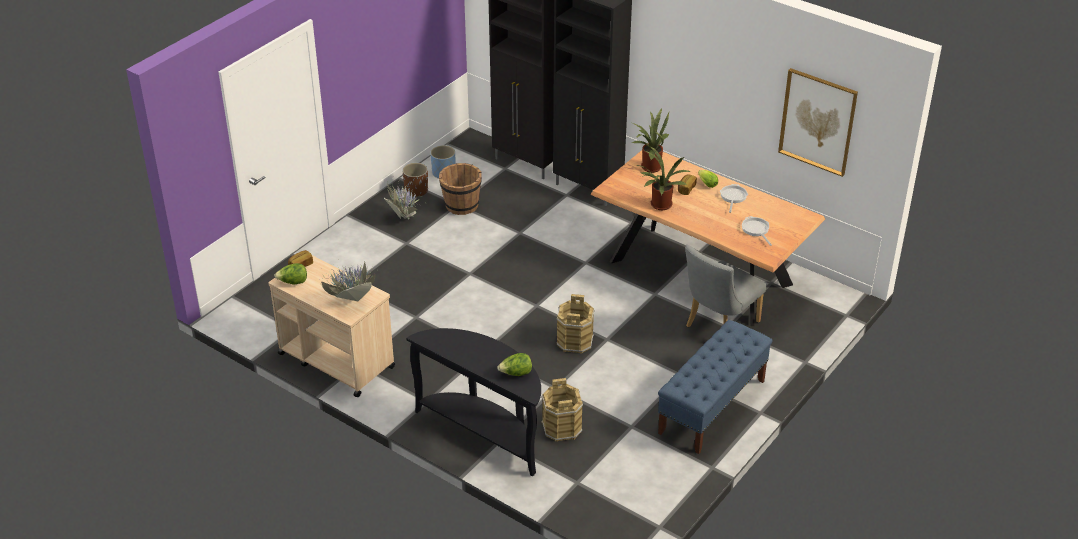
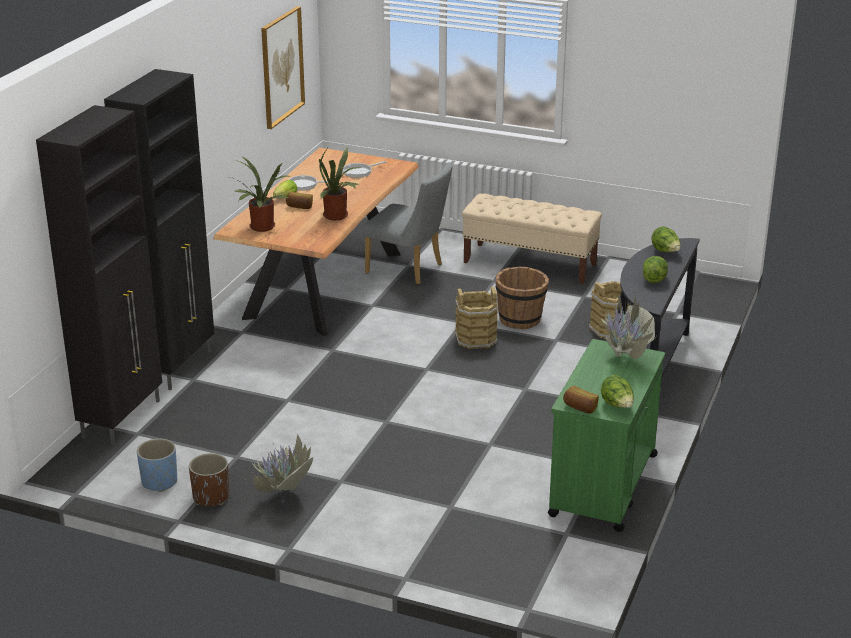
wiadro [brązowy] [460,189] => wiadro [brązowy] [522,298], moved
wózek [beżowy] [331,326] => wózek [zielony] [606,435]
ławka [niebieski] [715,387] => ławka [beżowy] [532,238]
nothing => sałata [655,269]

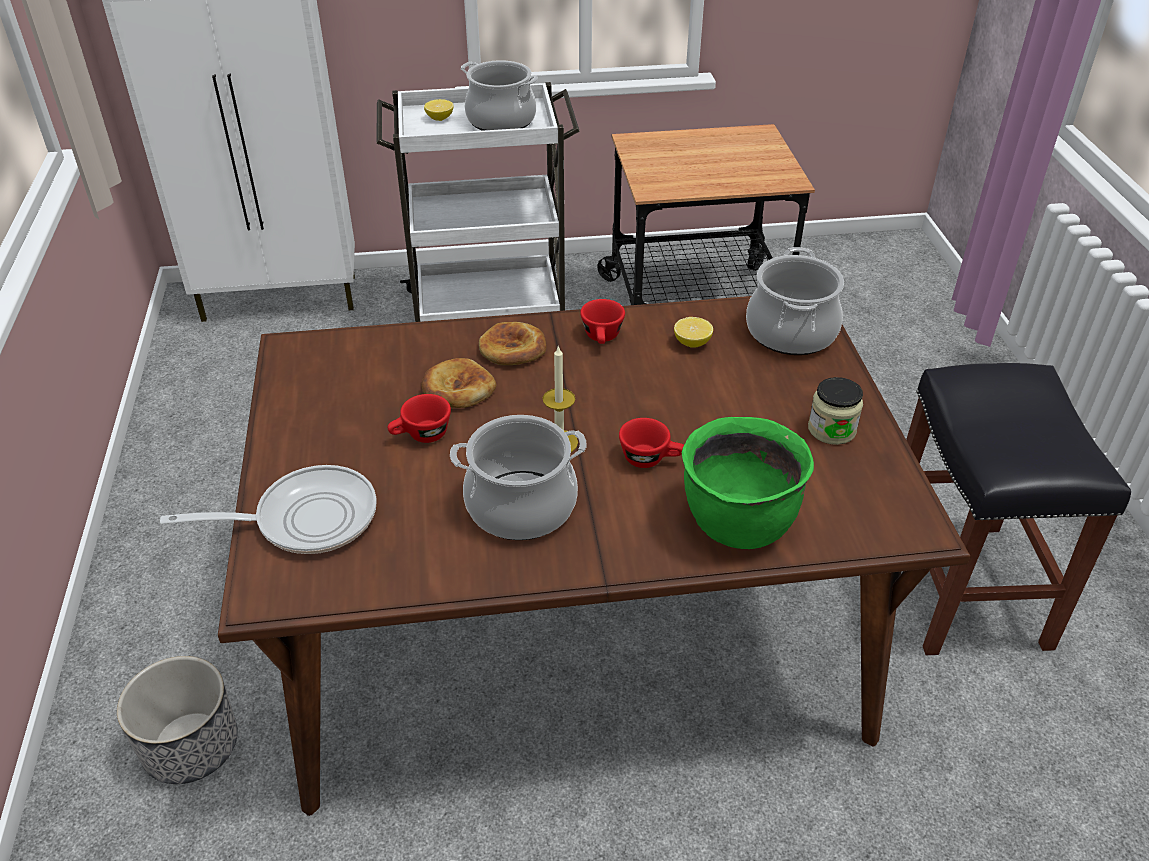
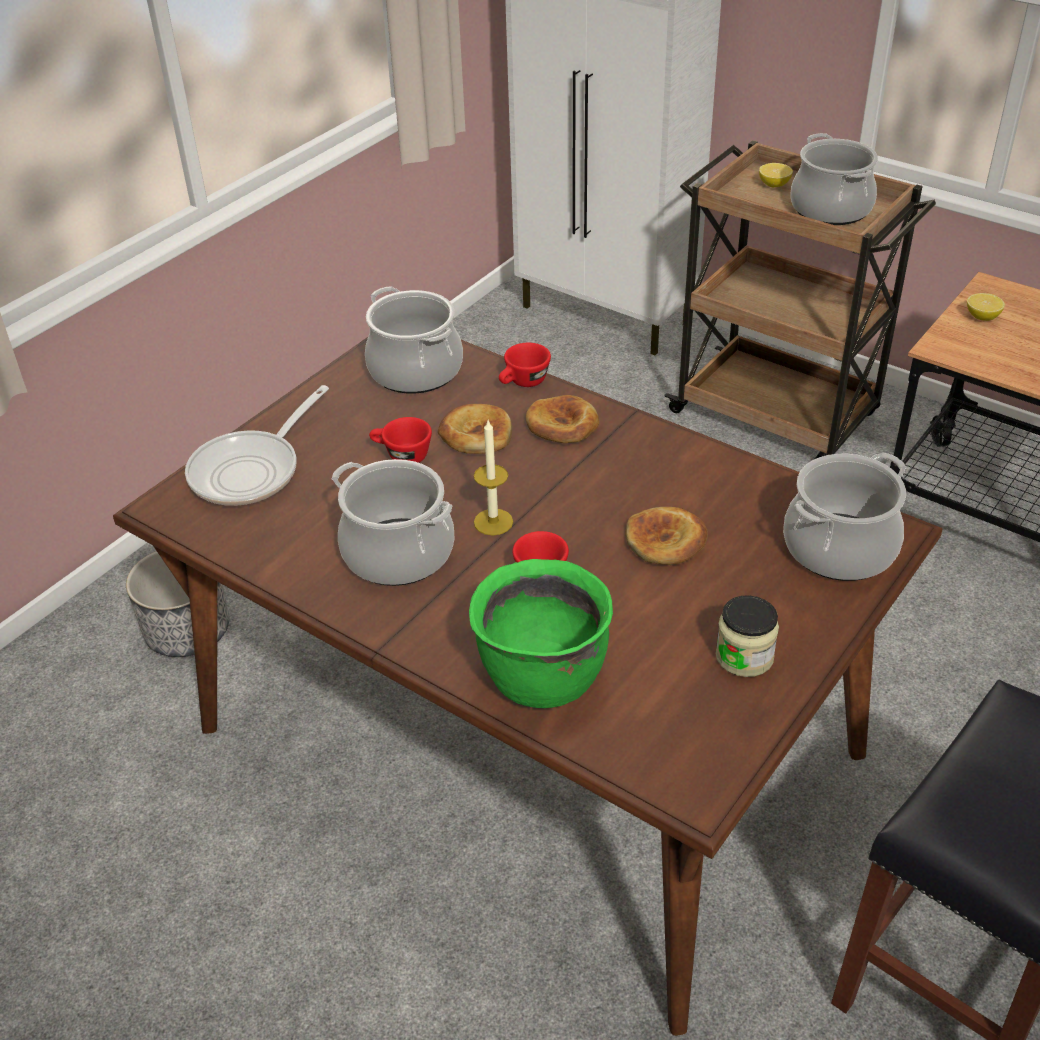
wózek [biały] [478,202] => wózek [brązowy] [800,299]
filiżanka [czerwony] [602,321] => filiżanka [czerwony] [525,365], moved
cytryna [693,332] => cytryna [986,307], moved
patelnia [268,509] => patelnia [257,445], 90 degrees clockwise
nothing => garnek [414,340]
nothing => chleb [666,536]

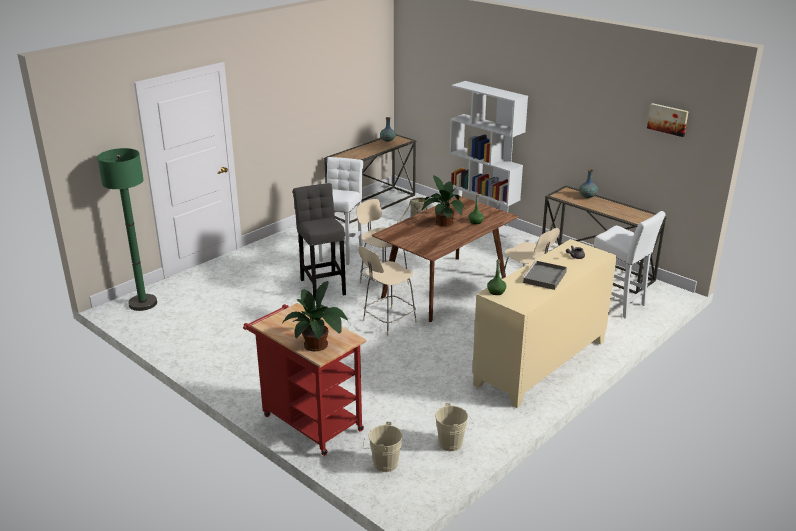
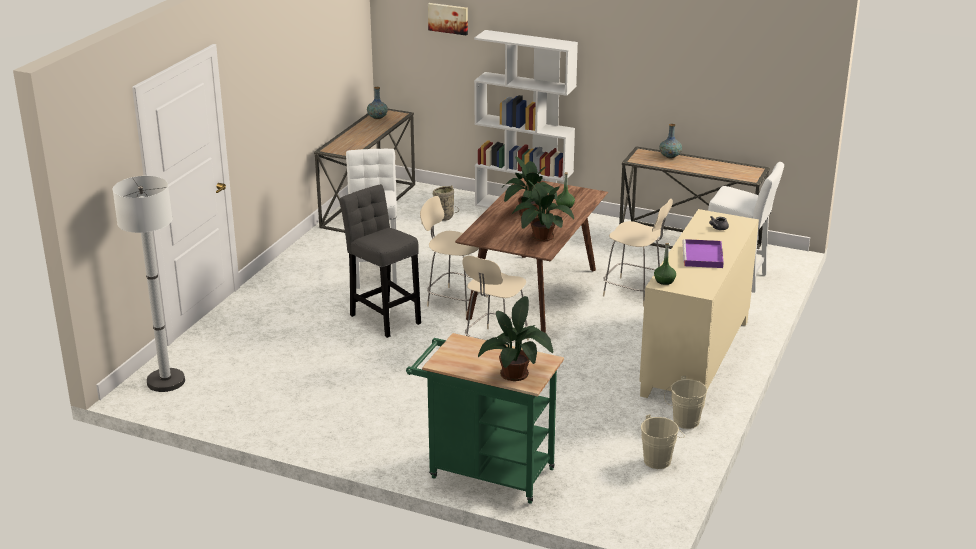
obraz [668,120] => obraz [448,19], moved
lampa stojąca [zielony] [127,229] => lampa stojąca [biały] [149,284]
taca [szary] [544,275] => taca [fioletowy] [703,253]
wózek [czerwony] [304,379] => wózek [zielony] [485,418]
wiadro [beżowy] [383,446] => wiadro [beżowy] [686,402], moved
nothing => roślina doniczkowa [543,211]

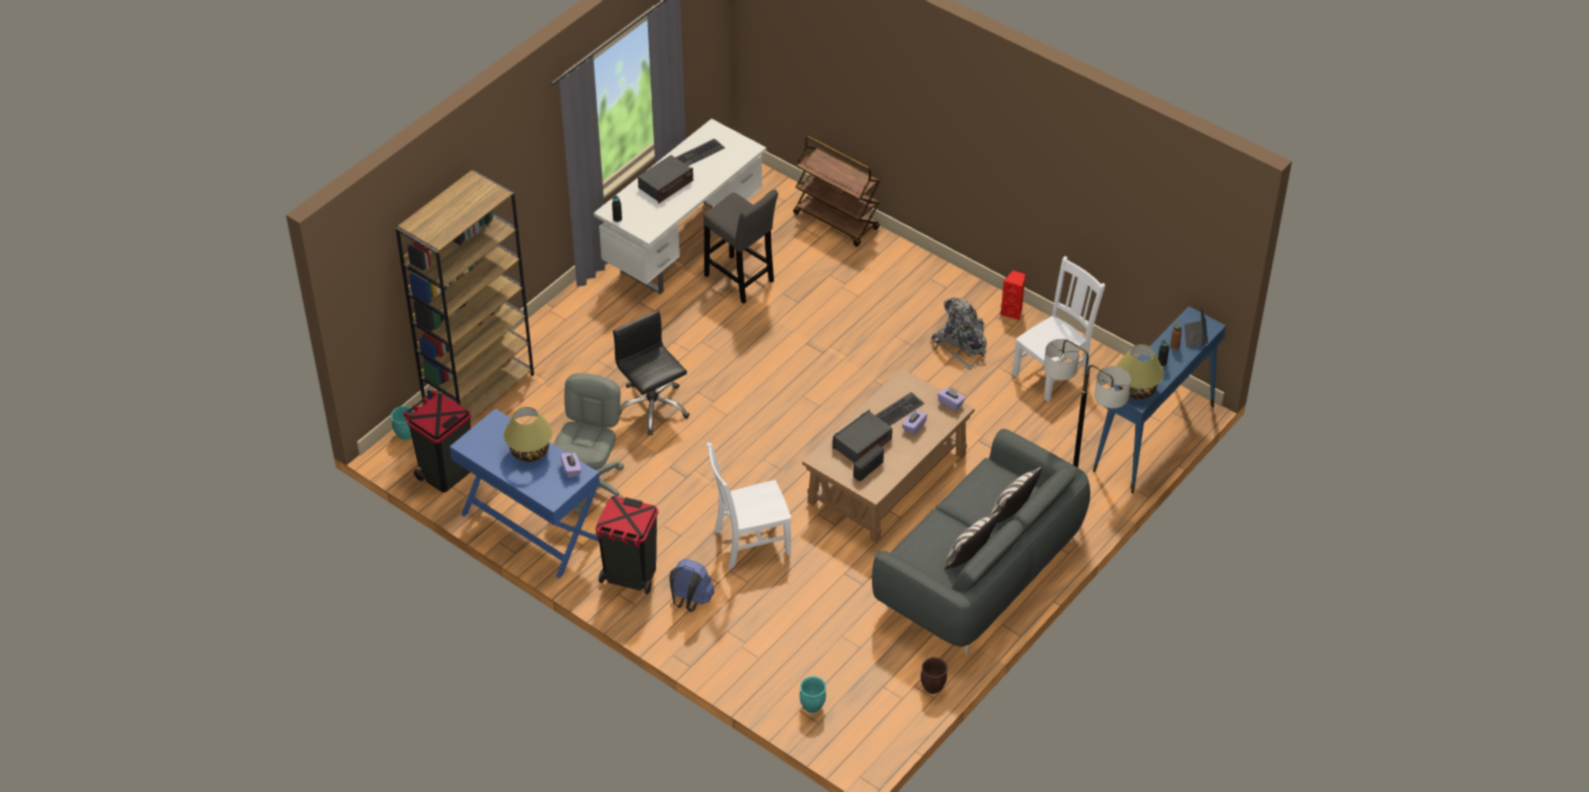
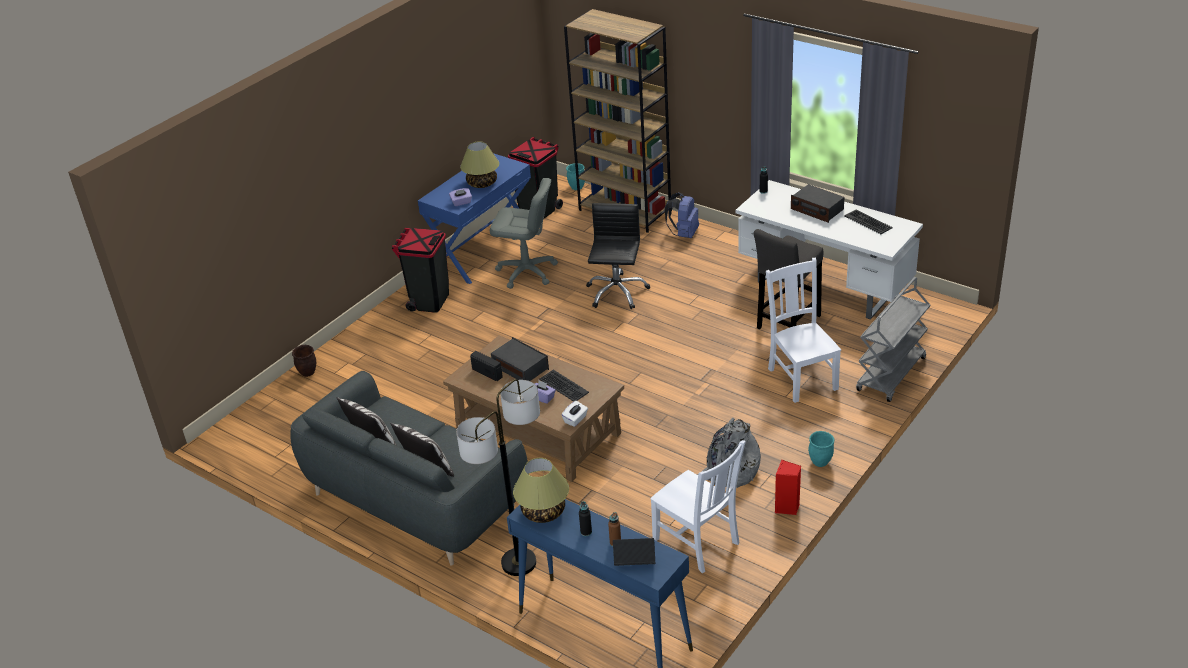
wózek [brązowy] [836,191] => wózek [szary] [893,339]
krzesło biurowe [czarny] [651,373] => krzesło biurowe [czarny] [618,256], 45 degrees counterclockwise
pudełko chusteczek [fioletowy] [951,399] => pudełko chusteczek [biały] [575,414]
krzesło [biały] [749,506] => krzesło [biały] [803,330], moved
plecak [niebieski] [691,585] => plecak [niebieski] [682,215], moved
donica [brązowy] [934,675] => donica [brązowy] [304,361], moved
donica [turkusowy] [813,694] => donica [turkusowy] [821,449], moved

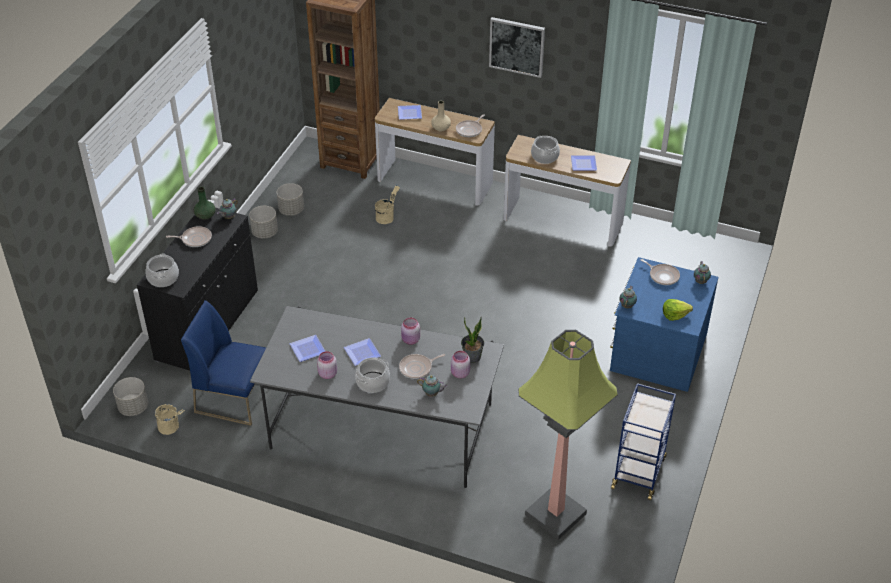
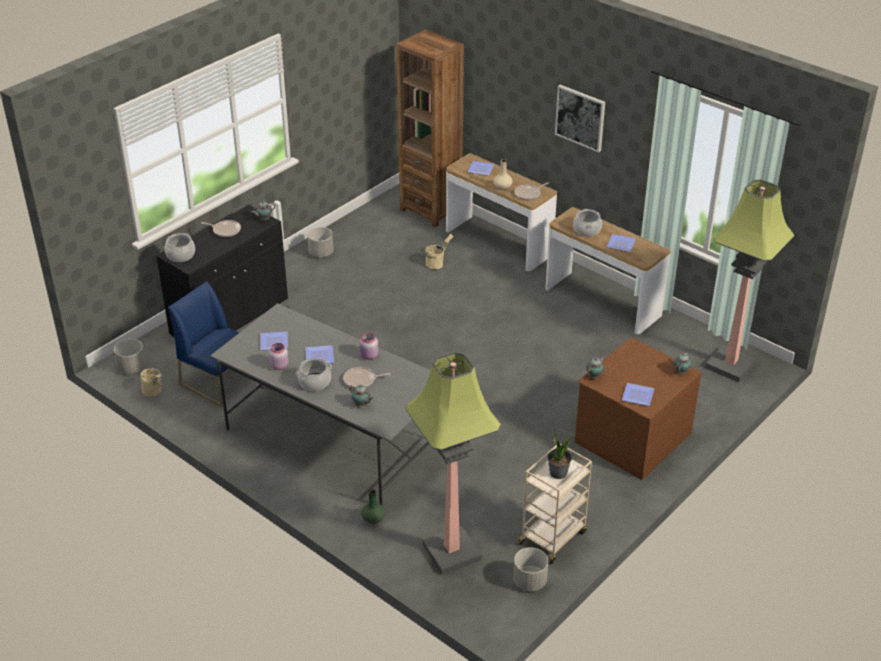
donica [szary] [290,199] => donica [szary] [530,569], moved
wazon [zielony] [204,203] => wazon [zielony] [373,506], moved
komoda [niebieski] [664,324] => komoda [brązowy] [638,408]
patelnia [660,272] => nothing
sałata [678,310] => talerz [638,394]
roślina doniczkowa [472,340] => roślina doniczkowa [559,453], moved
słoik [różowy] [460,364] => nothing
wózek [niebieski] [643,441] => wózek [beżowy] [554,503]
nothing => lampa stojąca [749,280]

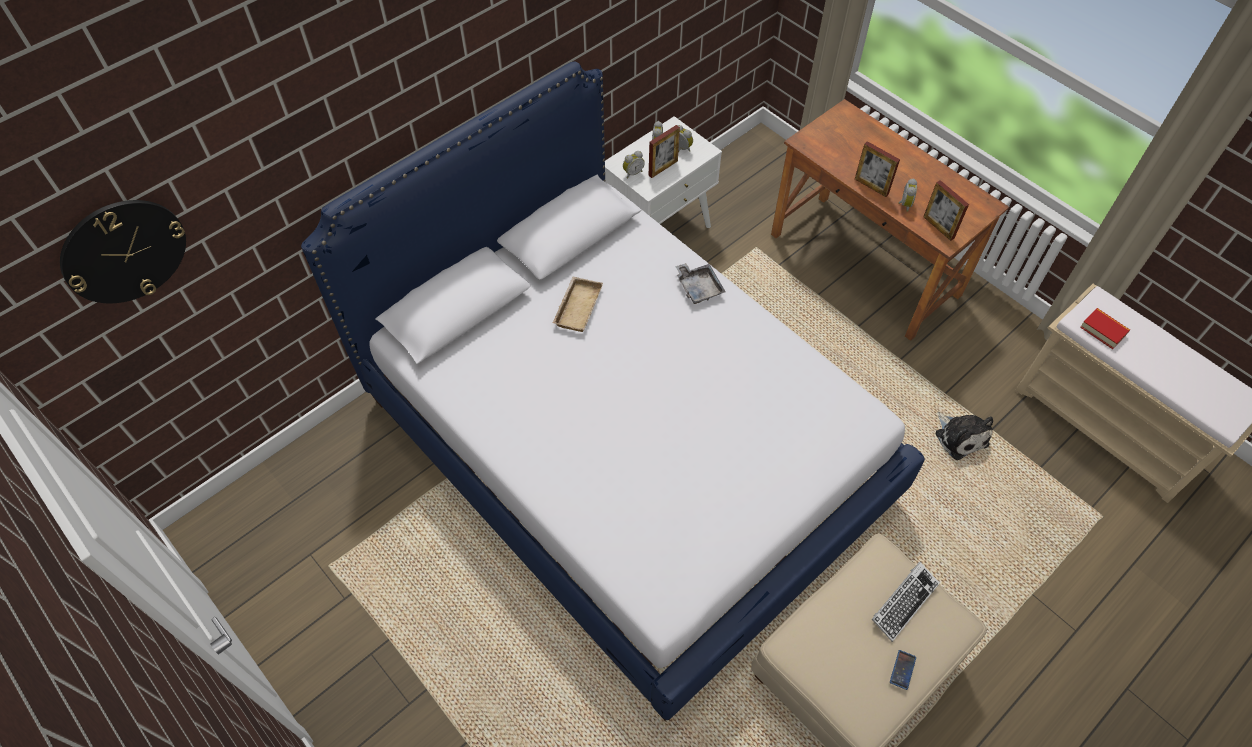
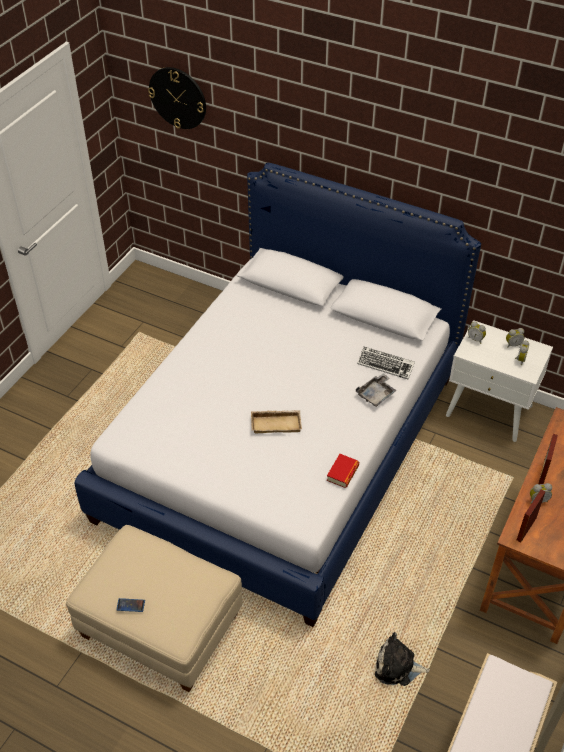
ramka na zdjęcie [664,151] => nothing
taca [beżowy] [578,304] => taca [beżowy] [276,421], moved
książka [1105,328] => książka [343,471], moved
pluszak [964,436] => pluszak [402,659], 60 degrees clockwise
klawiatura [906,602] => klawiatura [386,363], moved

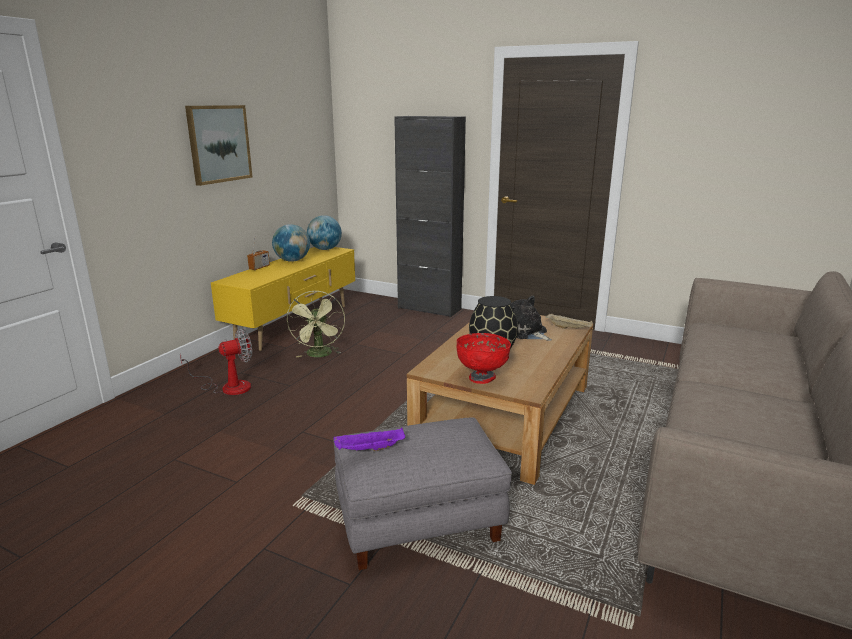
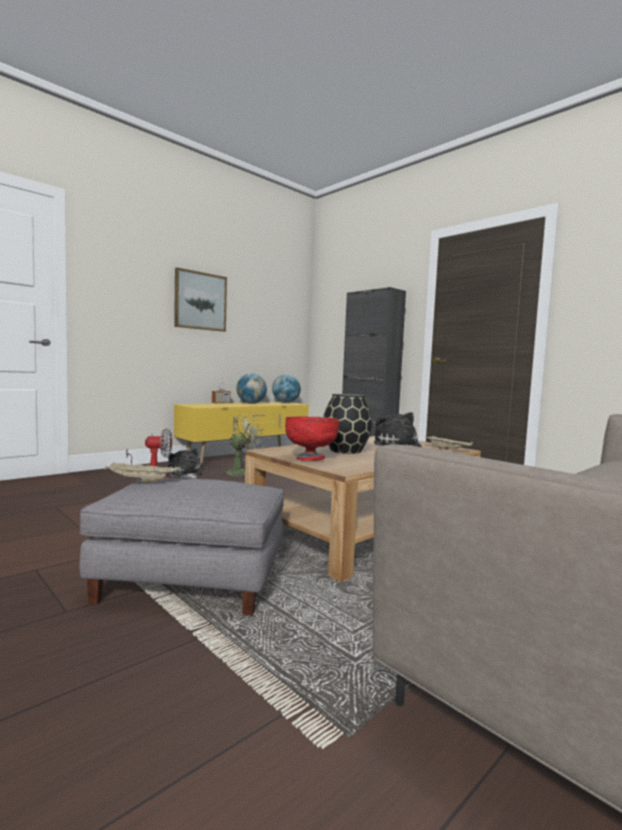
wentylator [zielony] [316,324] => wentylator [zielony] [241,444], 135 degrees counterclockwise
taca [fioletowy] [369,439] => taca [beżowy] [142,472]
nothing => pluszak [185,463]

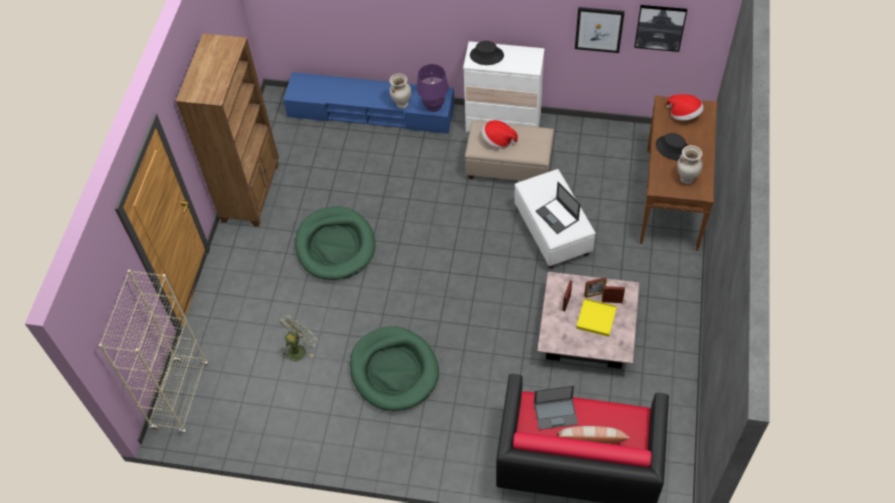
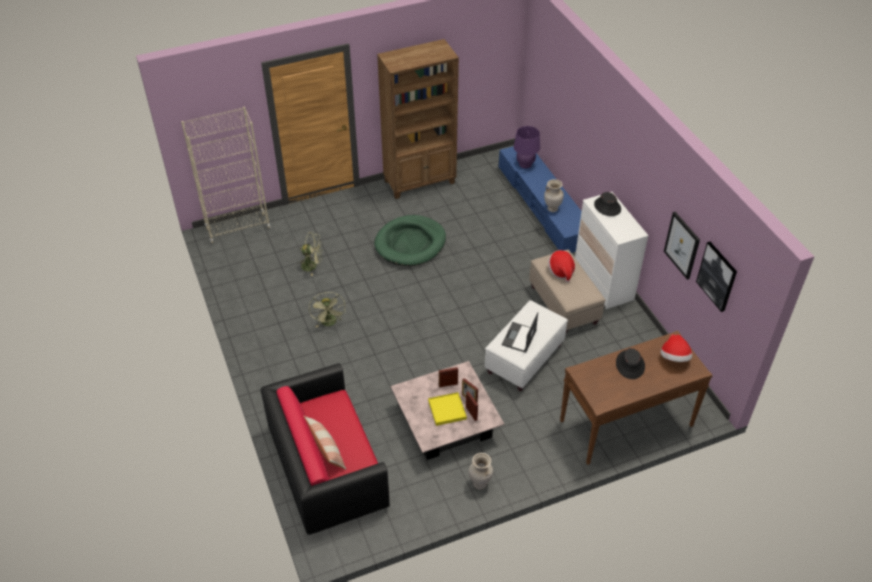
lampa stołowa [fioletowy] [432,88] => lampa stołowa [fioletowy] [527,147], moved
wazon [beżowy] [690,164] => wazon [beżowy] [481,471], moved
legowisko [zielony] [394,368] => wentylator [zielony] [327,309]
laptop [556,407] => nothing

